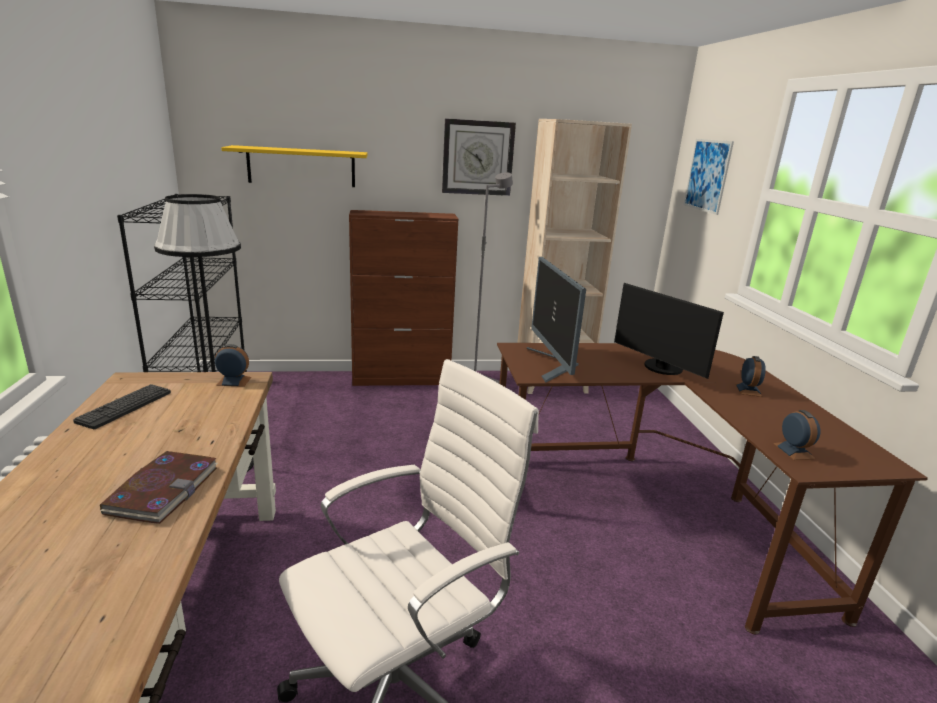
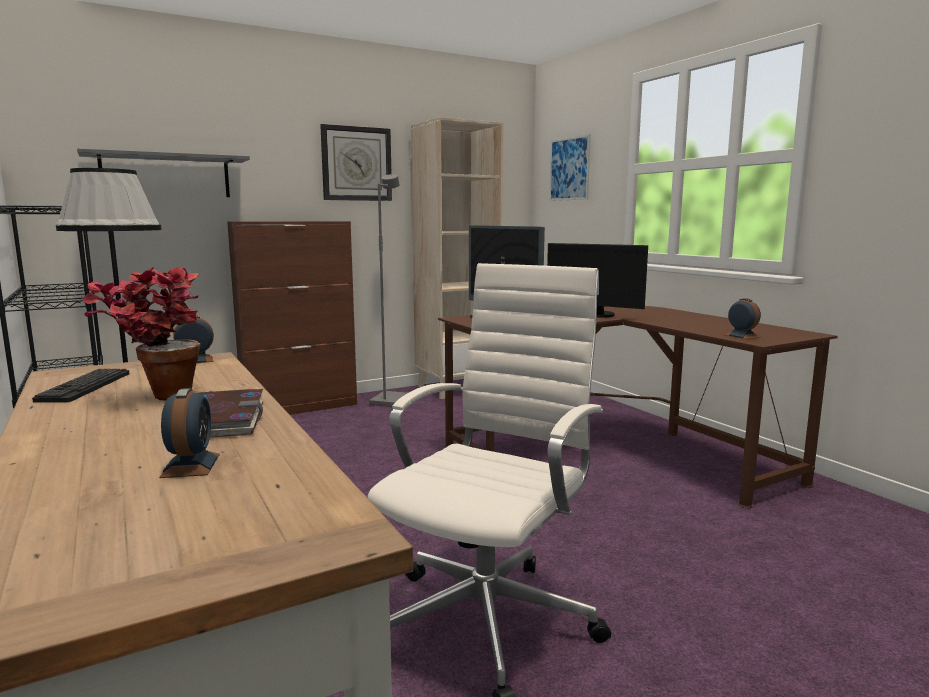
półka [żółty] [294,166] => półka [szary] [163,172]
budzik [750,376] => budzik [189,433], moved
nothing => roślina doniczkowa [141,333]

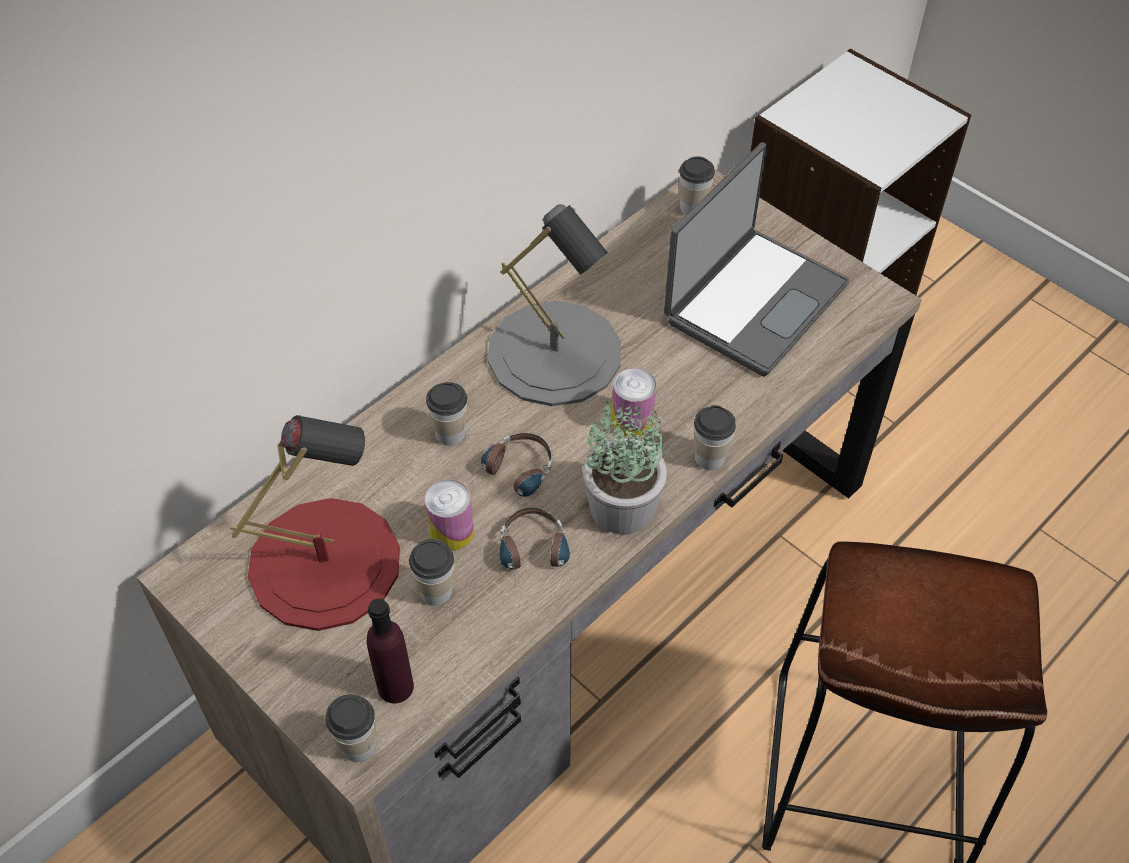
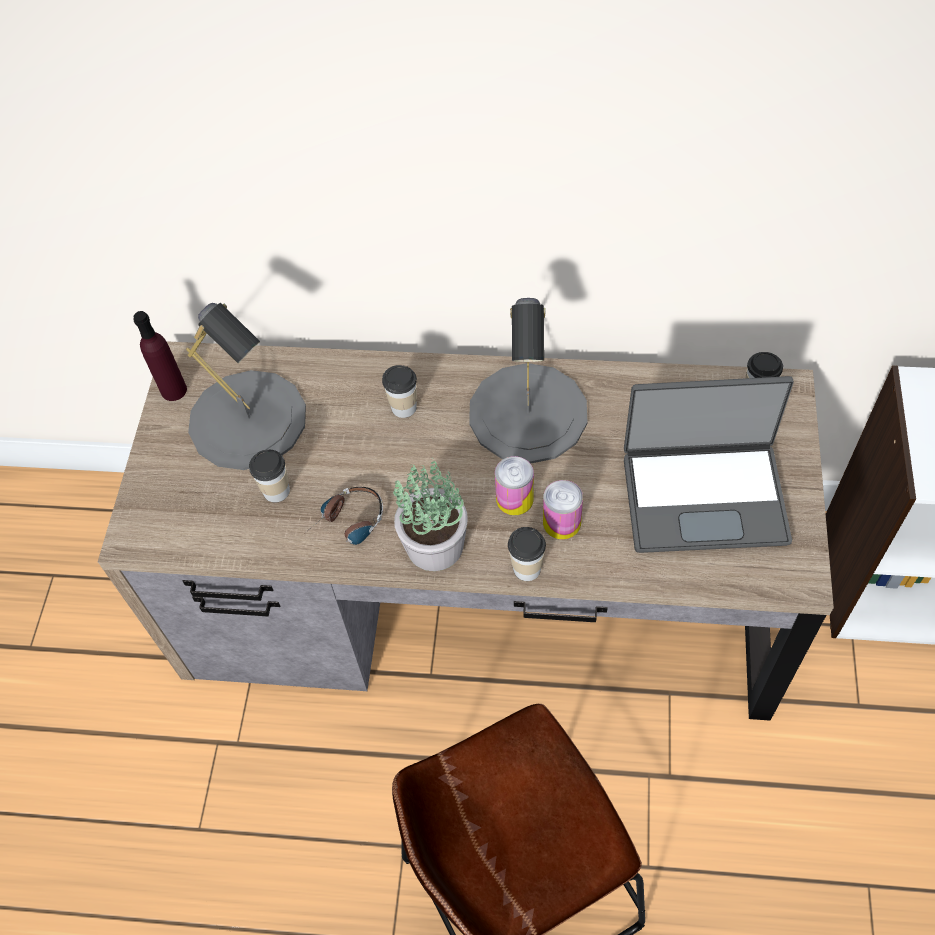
lampa stołowa [czerwony] [315,523] => lampa stołowa [szary] [246,386]
słuchawki [516,465] => nothing
puszka [449,515] => puszka [563,510], moved
butelka [fioletowy] [390,650] => butelka [fioletowy] [160,356], moved
filiżanka [351,728] => nothing

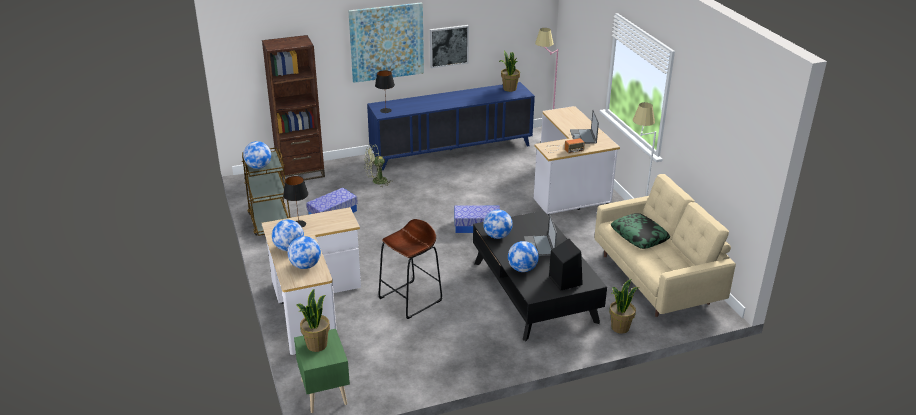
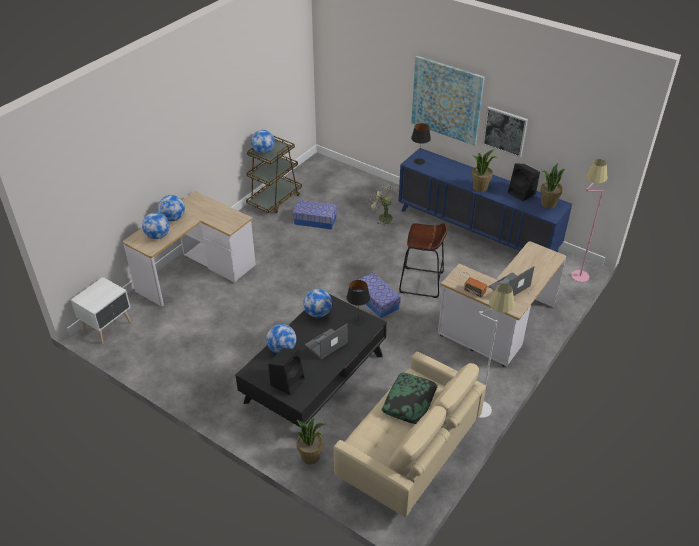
regał [brązowy] [293,109] => nothing
lampa stołowa [czarny] [295,201] => lampa stołowa [czarny] [358,303], moved
stołek [brązowy] [410,269] => stołek [brązowy] [423,260], moved
roślina doniczkowa [313,320] => roślina doniczkowa [484,170], moved
szafka nocna [zielony] [322,371] => szafka nocna [biały] [101,310]
nothing => głośnik [czarny] [524,183]

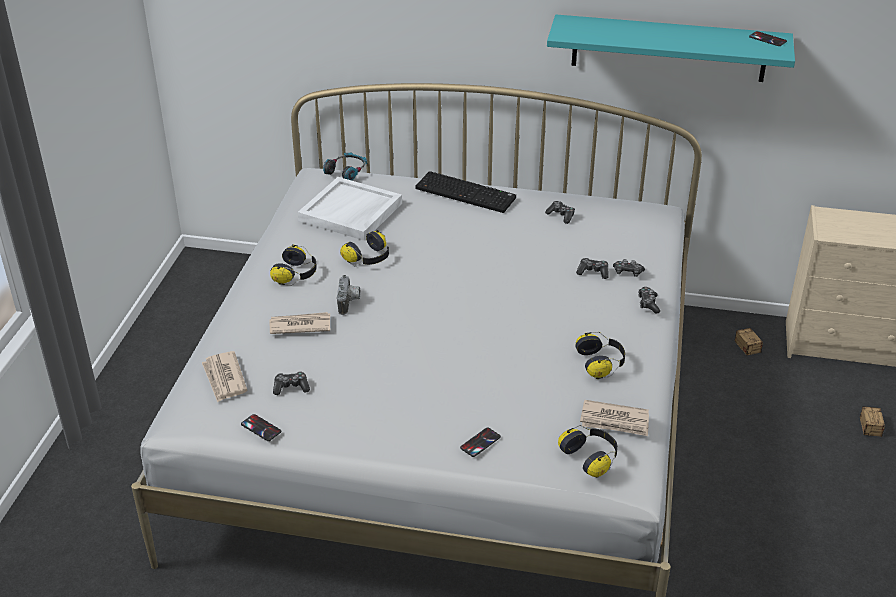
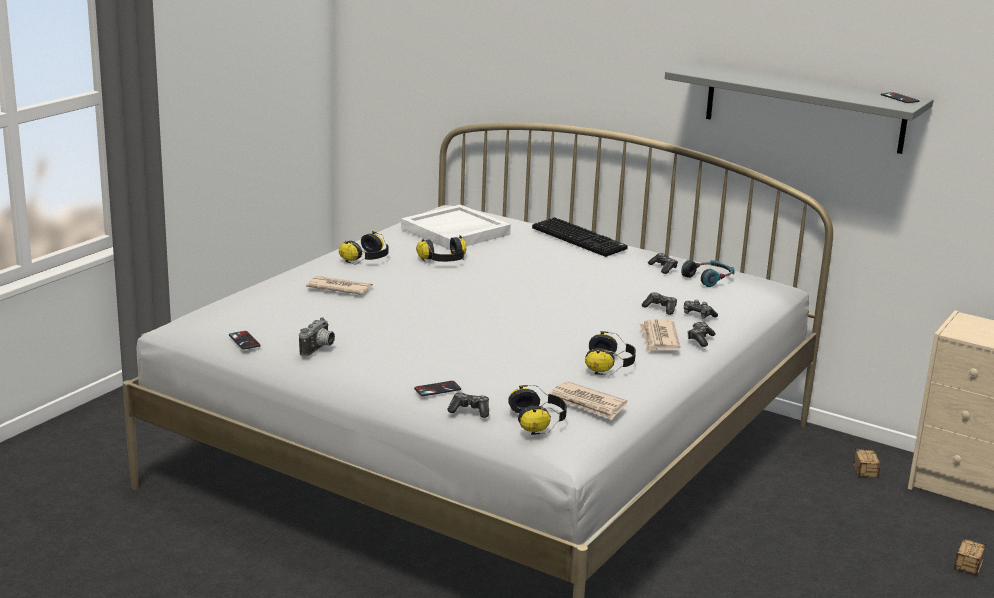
półka [turkusowy] [671,48] => półka [szary] [799,107]
słuchawki [345,167] => słuchawki [708,273], moved
aparat fotograficzny [349,295] => aparat fotograficzny [317,337], moved
gazeta [224,377] => gazeta [659,335], moved
pad do gier [291,383] => pad do gier [468,405], moved

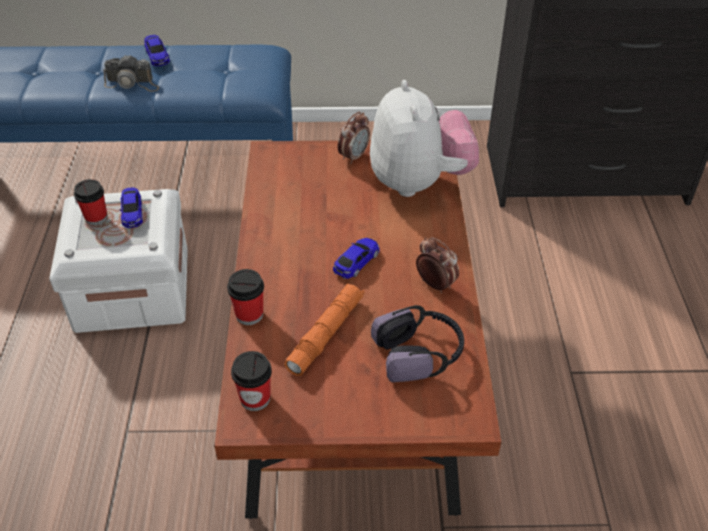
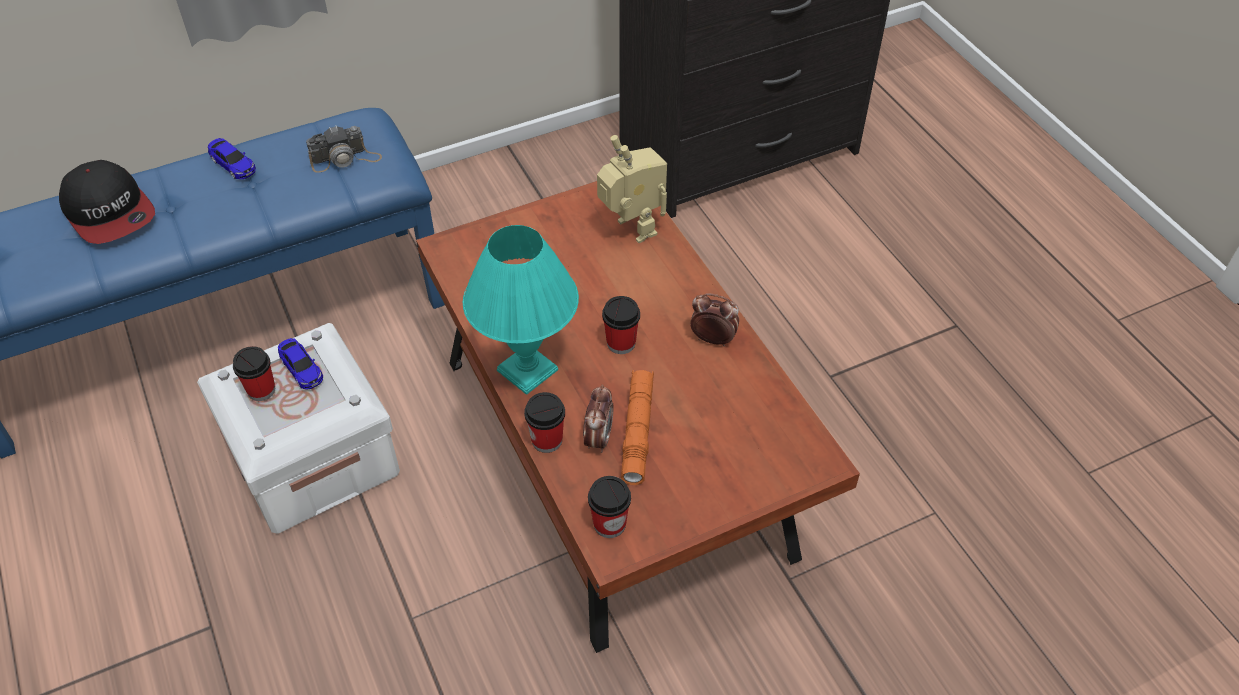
aparat fotograficzny [131,73] => aparat fotograficzny [344,149], moved
pluszak [424,138] => robot zabawkowy [632,189]
budzik [354,138] => budzik [598,419], moved
samochodzik [356,258] => filiżanka [621,325]
słuchawki [417,343] => nothing
nothing => czapka z daszkiem [107,202]
nothing => lampa stołowa [turkusowy] [521,310]

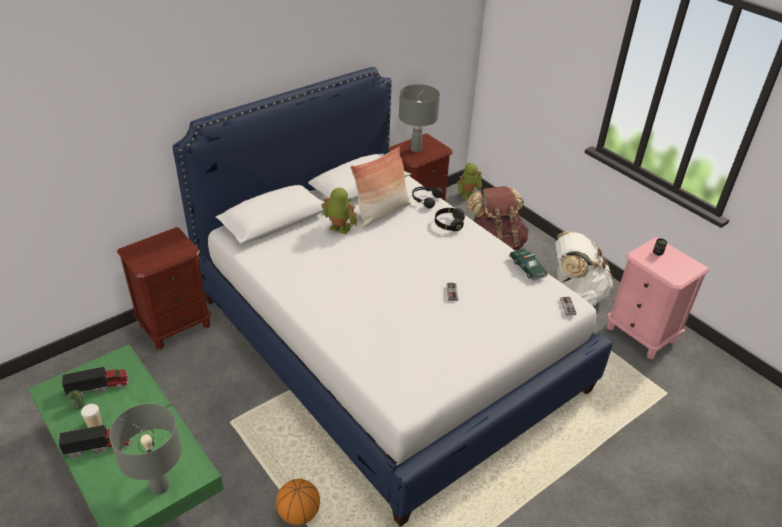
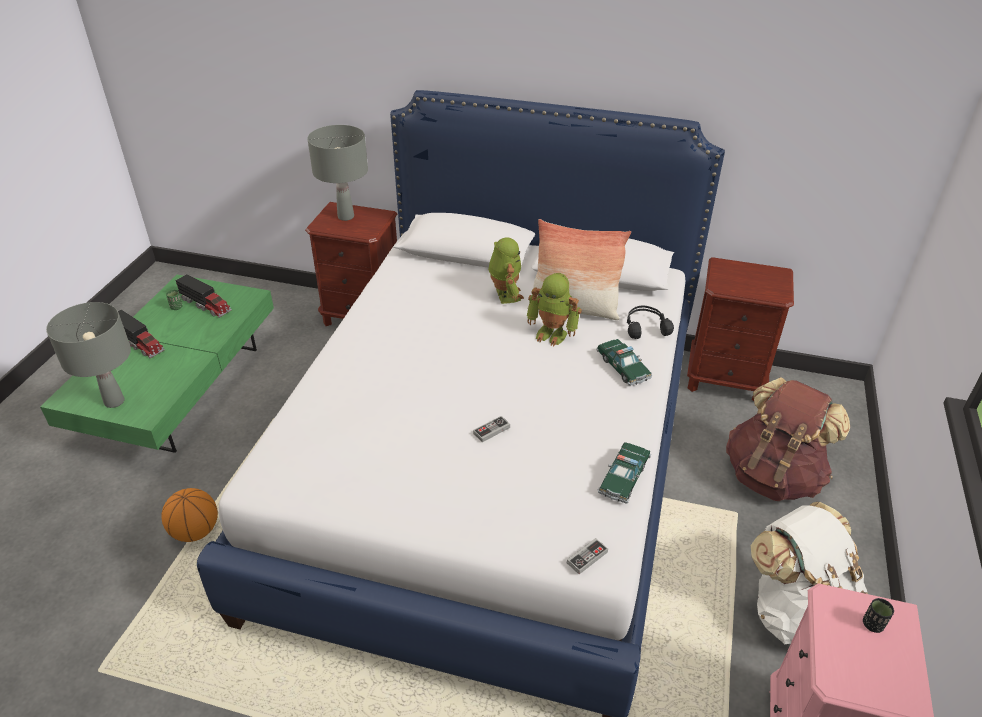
lampa stołowa [szary] [419,118] => lampa stołowa [szary] [337,173], moved
robot zabawkowy [469,181] => robot zabawkowy [554,309], moved
słuchawki [czarny] [450,219] => samochodzik [624,362]
filiżanka [91,416] => nothing

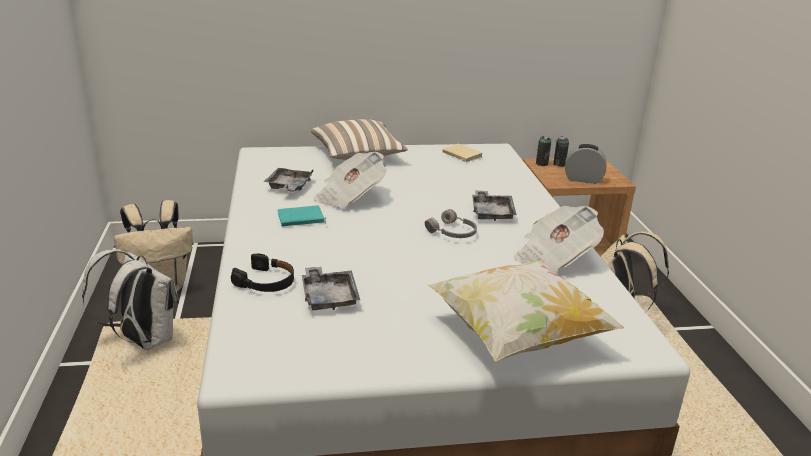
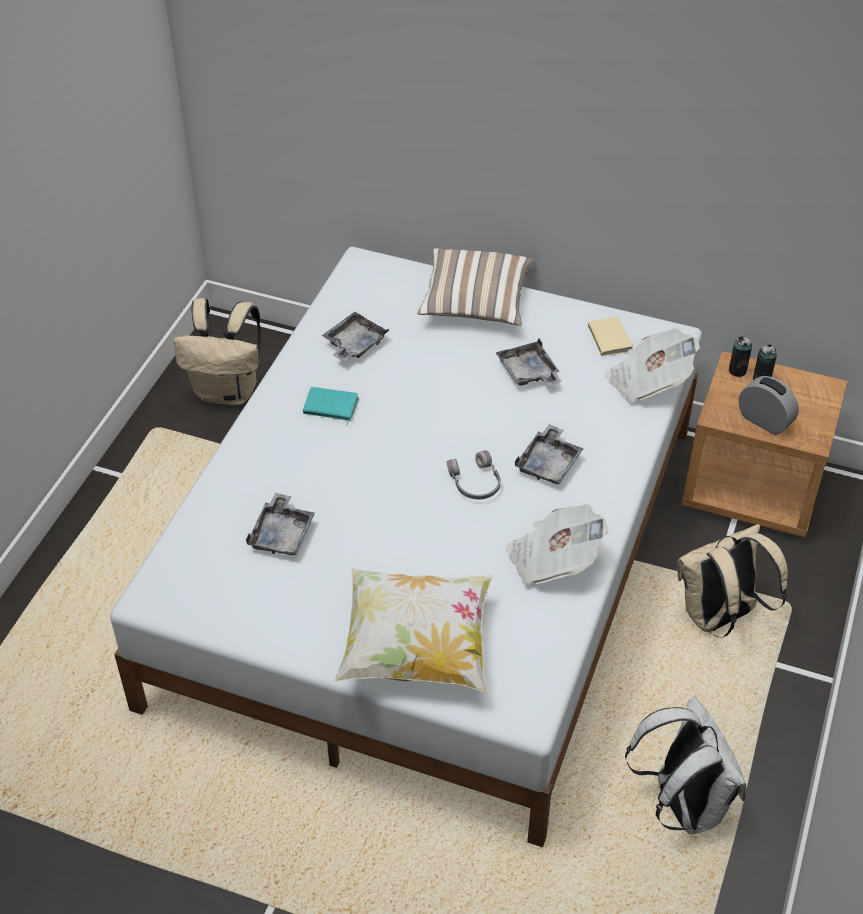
gazeta [350,180] => gazeta [652,365], moved
plecak [biały] [130,299] => plecak [biały] [685,765], moved
słuchawki [czarny] [262,272] => nothing
nothing => taca [szary] [529,362]

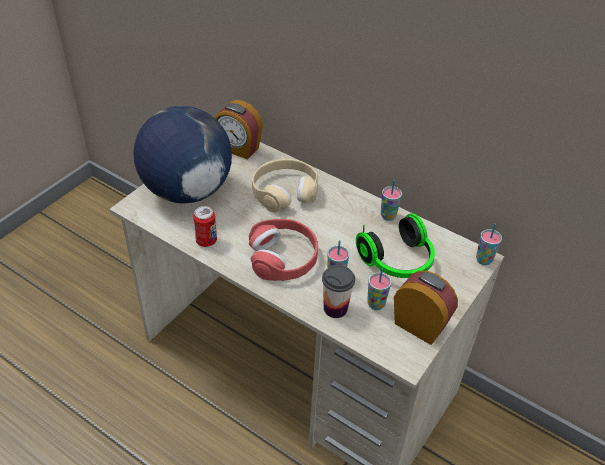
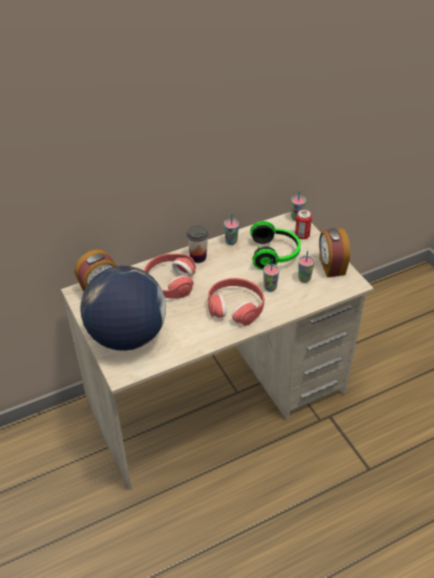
słuchawki [beżowy] [285,185] => słuchawki [czerwony] [170,276]
puszka [205,226] => puszka [303,224], moved
filiżanka [338,291] => filiżanka [197,244], moved
budzik [426,308] => budzik [334,253], 75 degrees counterclockwise

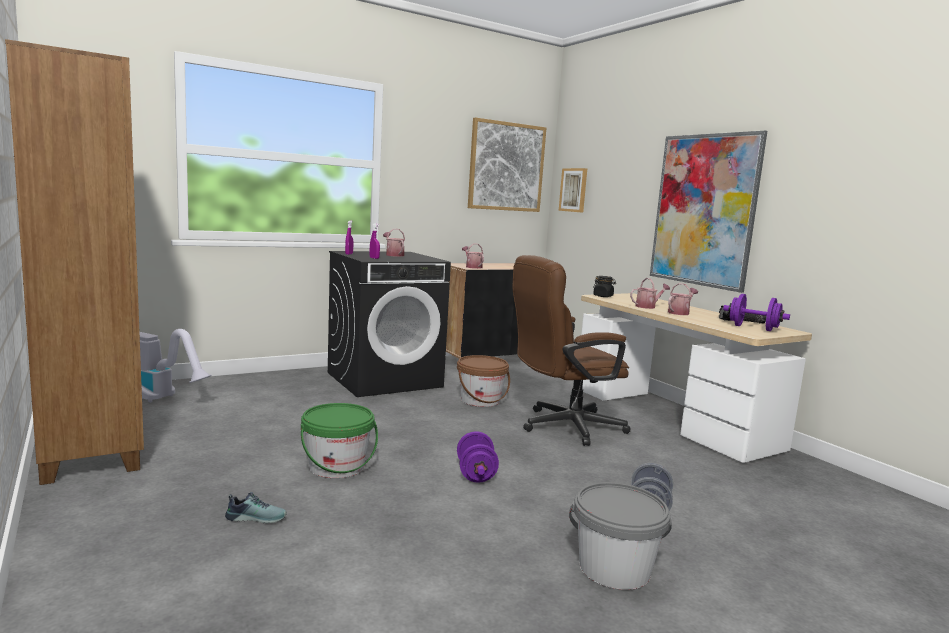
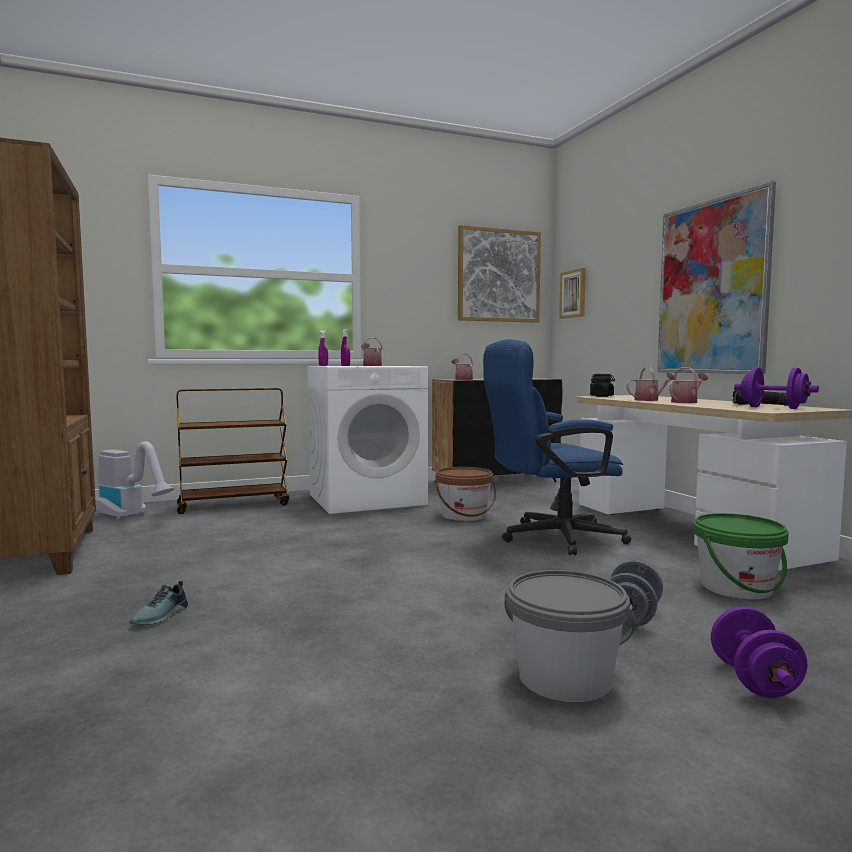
pralka [czarny] [389,324] => pralka [biały] [367,440]
krzesło biurowe [brązowy] [571,350] => krzesło biurowe [niebieski] [557,447]
wiadro [zielony] [339,440] => wiadro [zielony] [741,556], moved
hantel [fioletowy] [478,457] => hantel [fioletowy] [759,652], moved
but [256,508] => but [159,603], 105 degrees clockwise
nothing => wózek [brązowy] [232,451]

